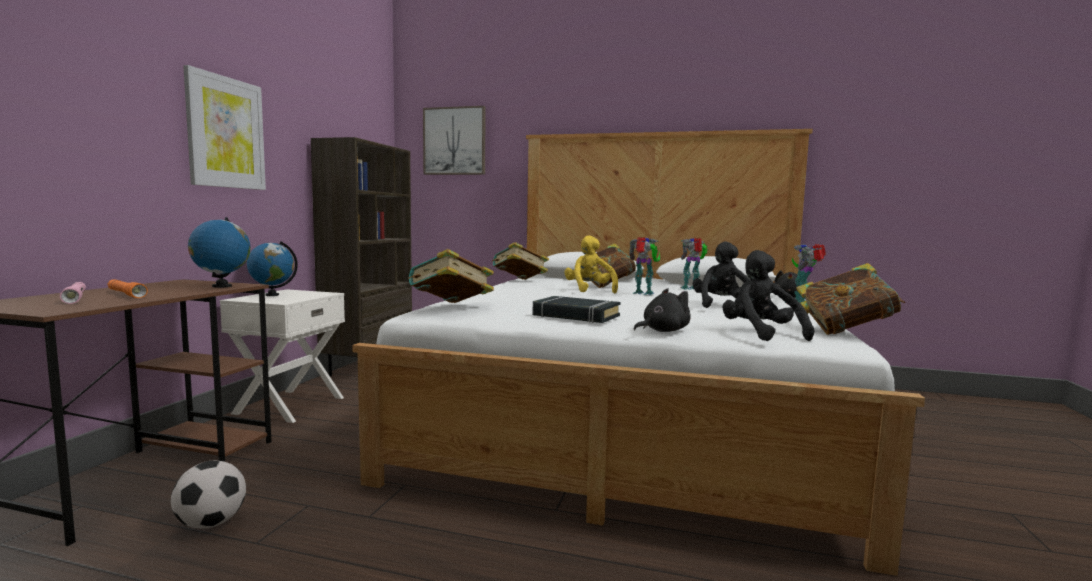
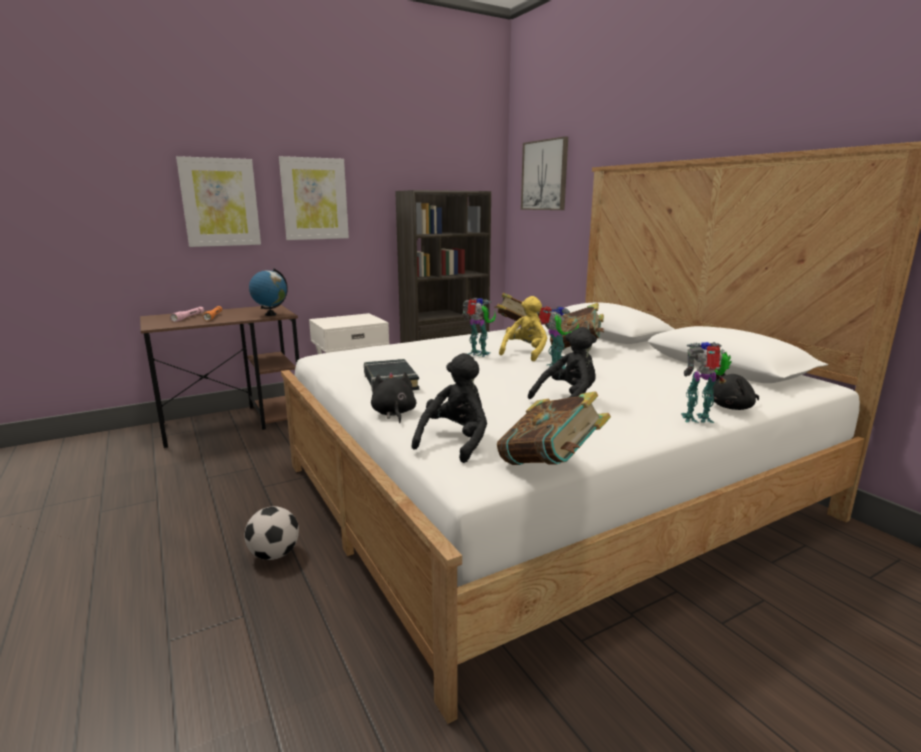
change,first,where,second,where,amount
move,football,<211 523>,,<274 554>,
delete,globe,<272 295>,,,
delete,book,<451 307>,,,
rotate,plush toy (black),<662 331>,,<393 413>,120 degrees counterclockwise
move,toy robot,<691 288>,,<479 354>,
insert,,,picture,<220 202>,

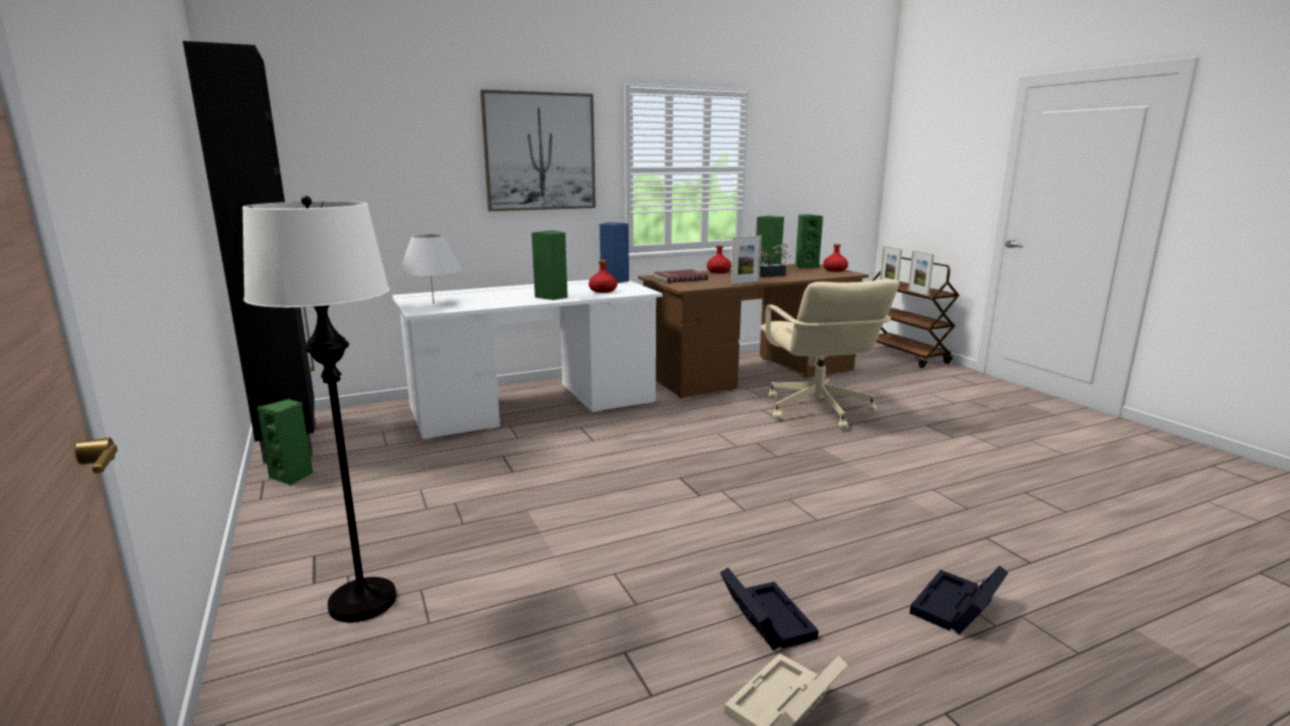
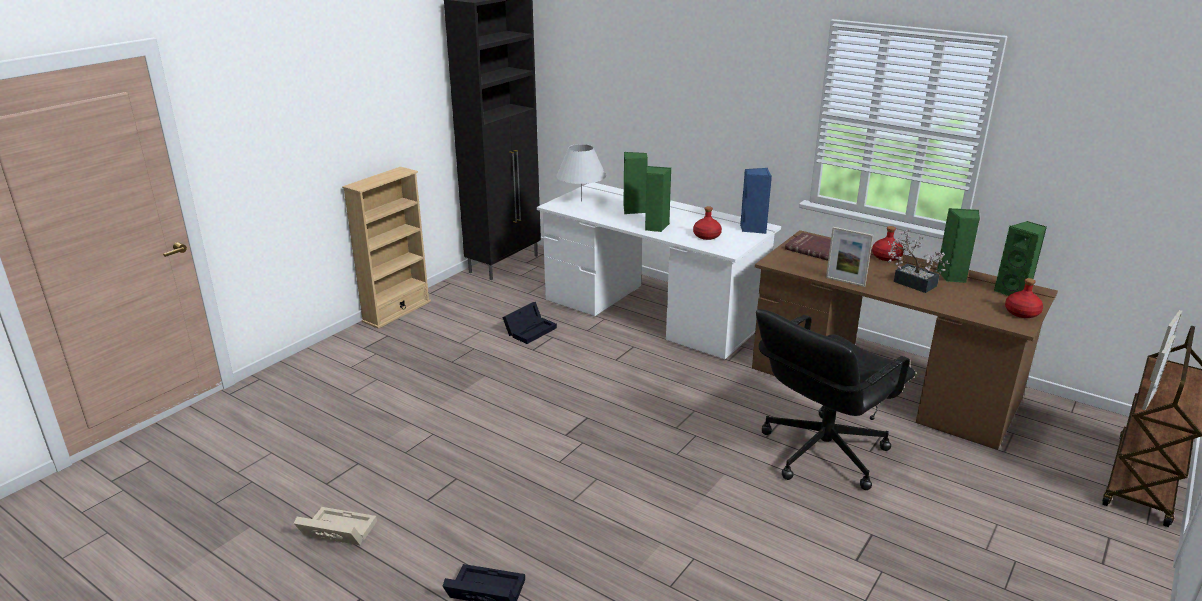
change,first,where,second,where,amount
delete,floor lamp (white),<362 601>,,,
move,speaker (green),<293 476>,,<634 210>,
delete,picture,<540 152>,,,
move,storage box (black),<764 618>,,<530 330>,
recolor,office chair (beige),<817 410>,office chair (black),<821 452>,
insert,,,bookcase (beige),<397 311>,

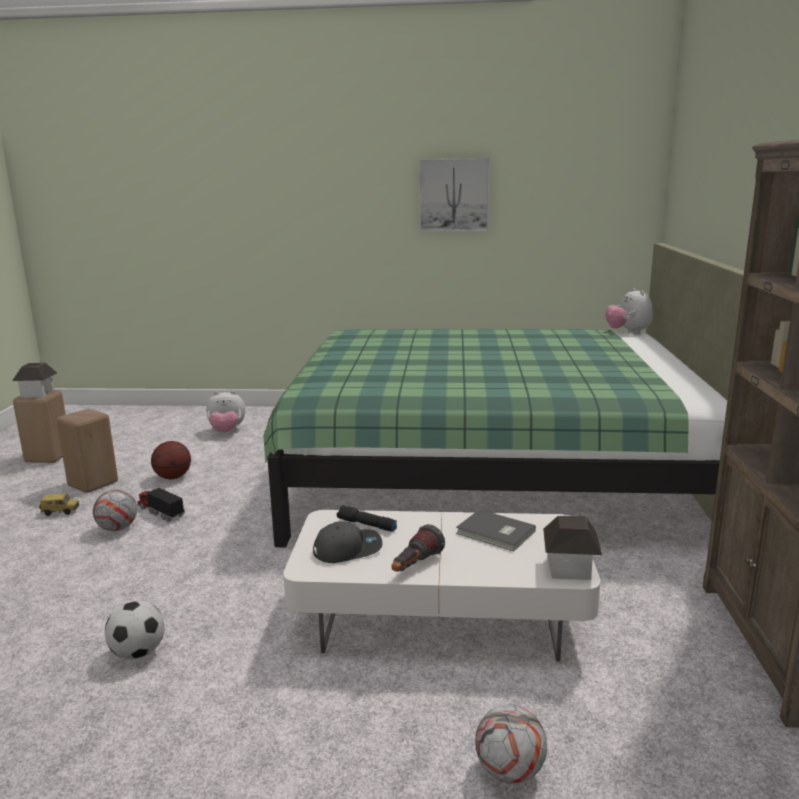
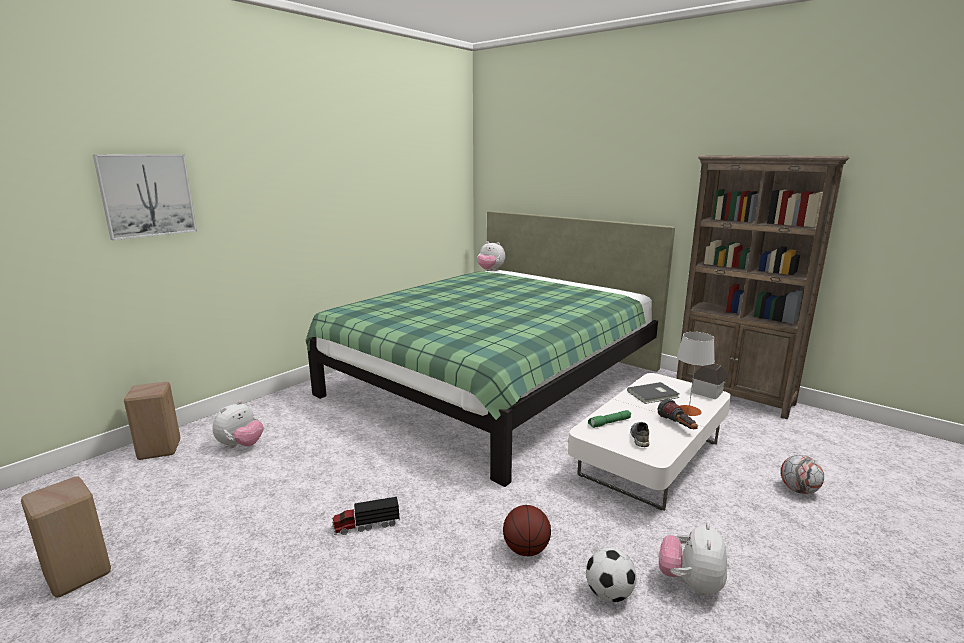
change,first,where,second,where,amount
delete,toy house,<38 393>,,,
delete,toy car,<61 512>,,,
move,stool (beige),<93 483>,,<158 449>,
delete,football,<117 528>,,,
move,basketball,<173 477>,,<526 550>,
replace,cap (grey),<347 549>,shoe (grey),<639 438>,
recolor,flashlight (black),<366 525>,flashlight (green),<609 423>,
move,picture,<454 195>,,<147 195>,
insert,,,plush toy,<690 583>,
insert,,,table lamp (grey),<688 410>,

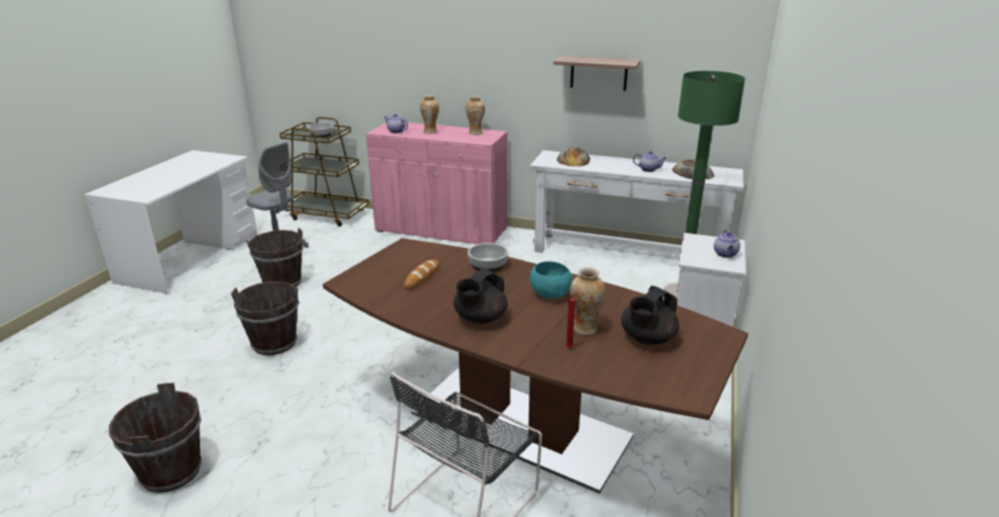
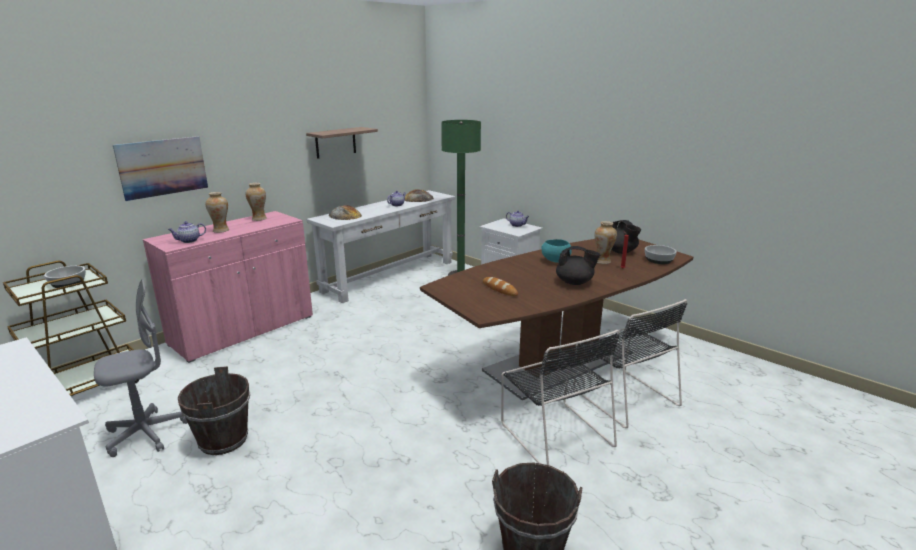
change,first,where,second,where,amount
delete,bucket (brown),<274 343>,,,
rotate,teapot (black),<480 318>,,<575 282>,45 degrees counterclockwise
move,bowl,<488 265>,,<659 260>,
insert,,,picture,<163 167>,
insert,,,chair (black),<554 433>,

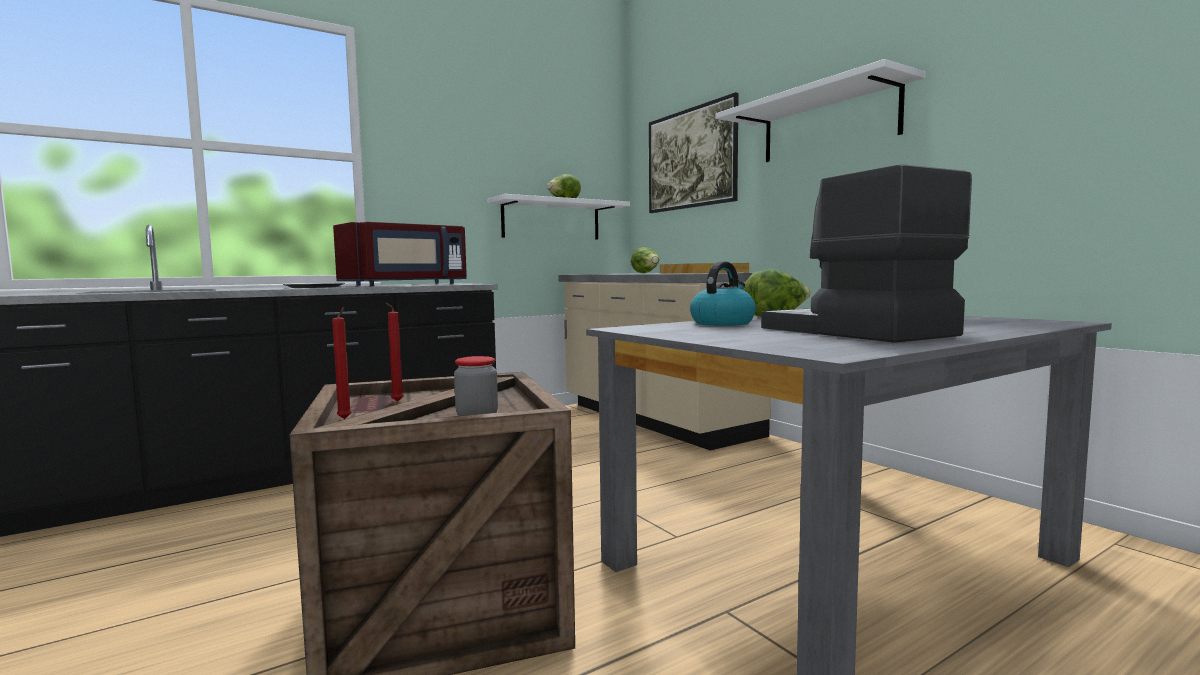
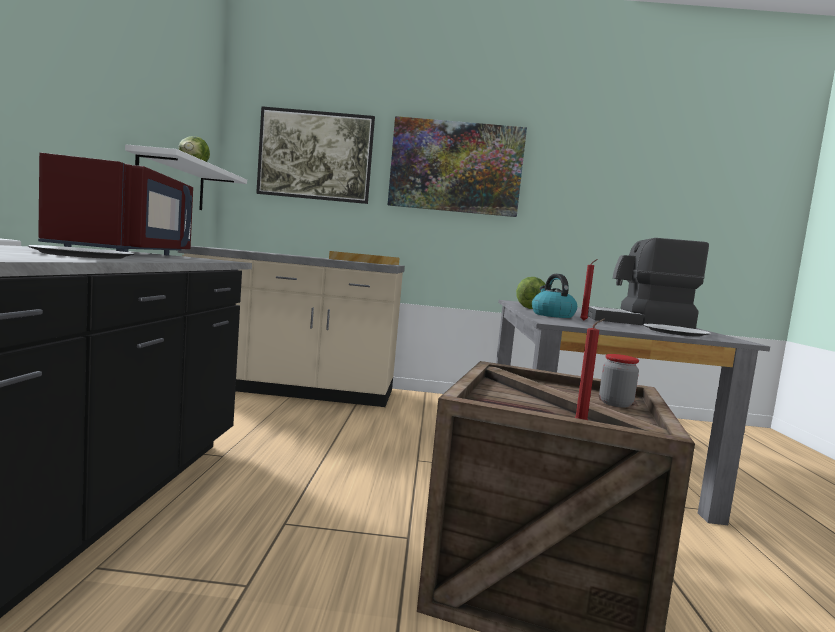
change,first,where,second,where,amount
move,candle (red),<396 402>,,<584 320>,
delete,lettuce,<646 273>,,,
replace,shelf (white),<828 124>,picture,<456 167>,
insert,,,plate,<676 332>,

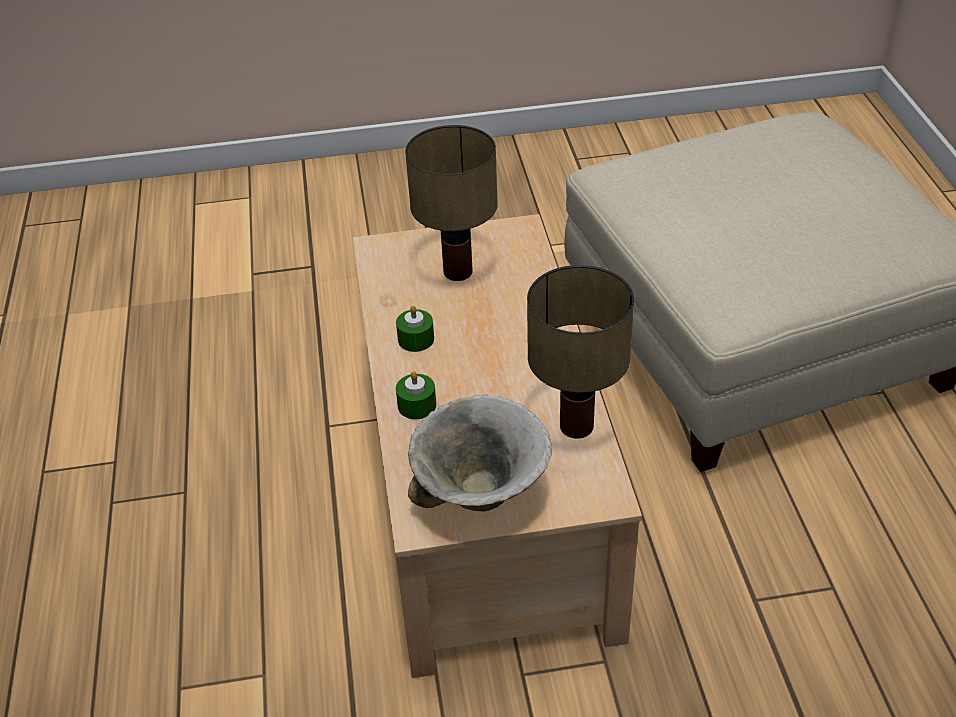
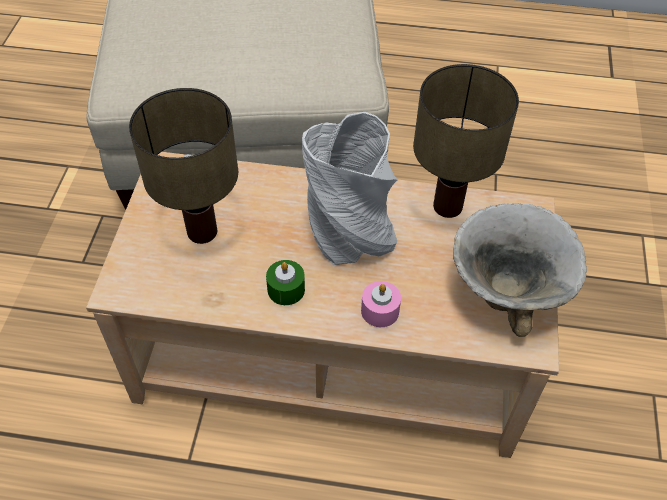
change,first,where,second,where,amount
recolor,candle (green),<417 405>,candle (pink),<380 311>,
insert,,,vase (grey),<349 235>,

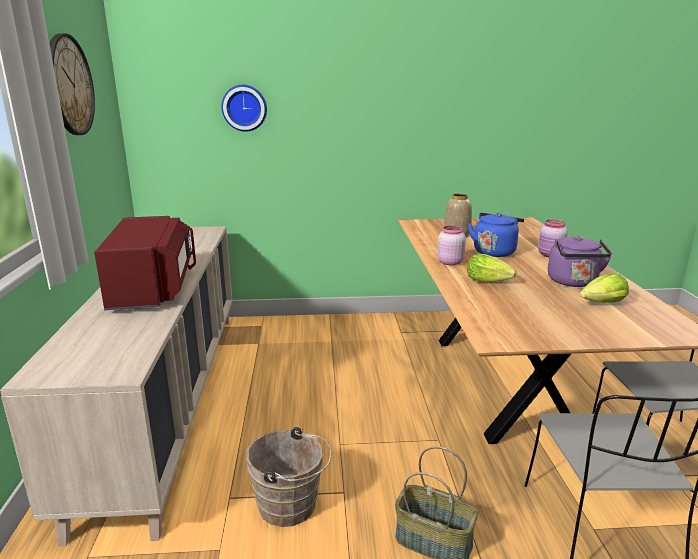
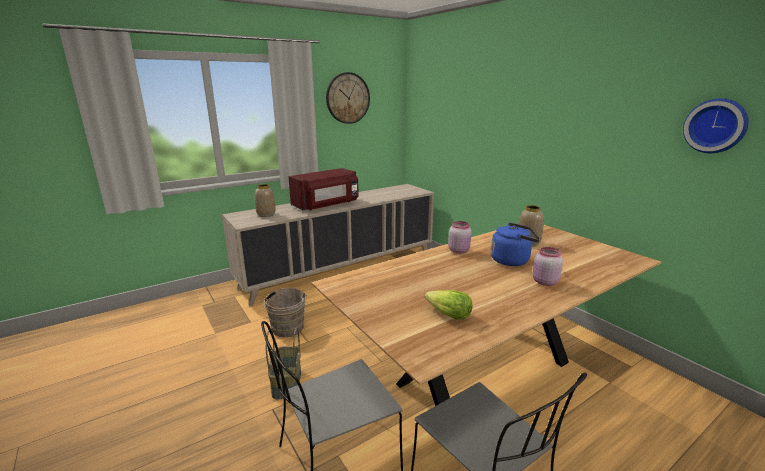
change,first,where,second,where,amount
move,wall clock,<244 108>,,<716 126>,
delete,lettuce,<488 281>,,,
delete,kettle (purple),<573 282>,,,
insert,,,vase,<266 214>,

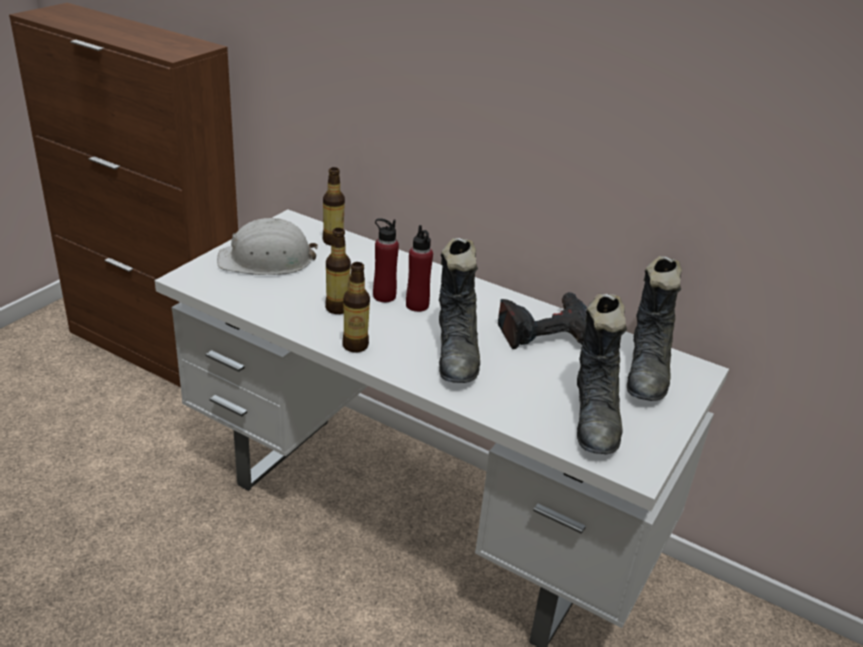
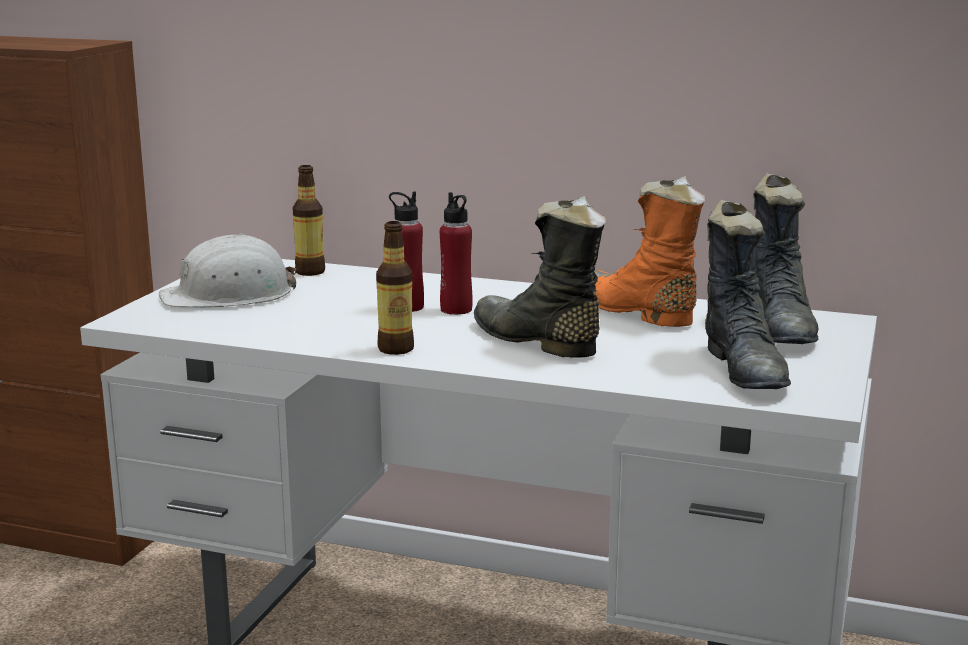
change,first,where,second,where,amount
delete,bottle,<337 308>,,,
rotate,boot (black),<457 354>,,<535 341>,150 degrees clockwise
replace,power drill,<545 331>,boot (orange),<634 312>,

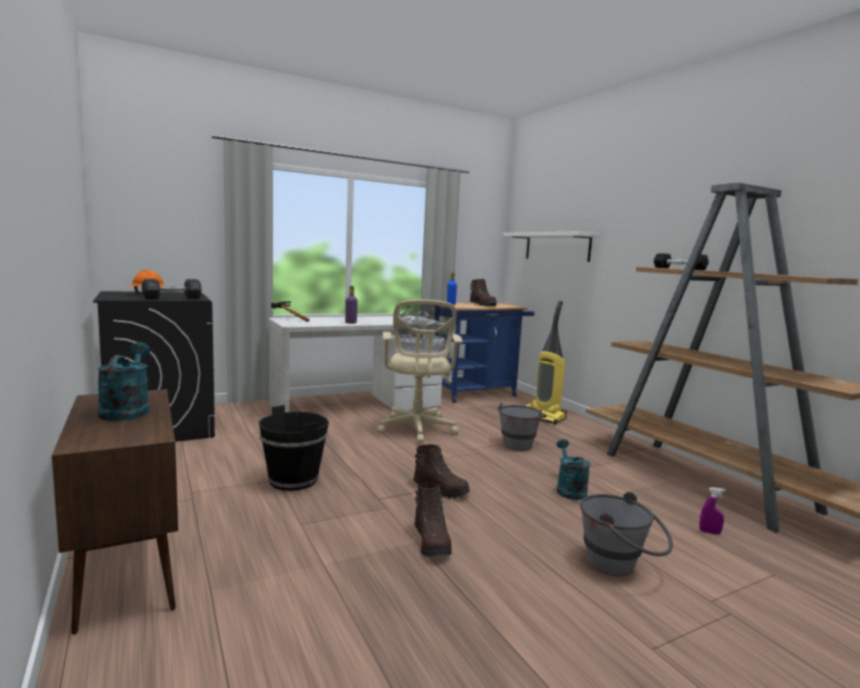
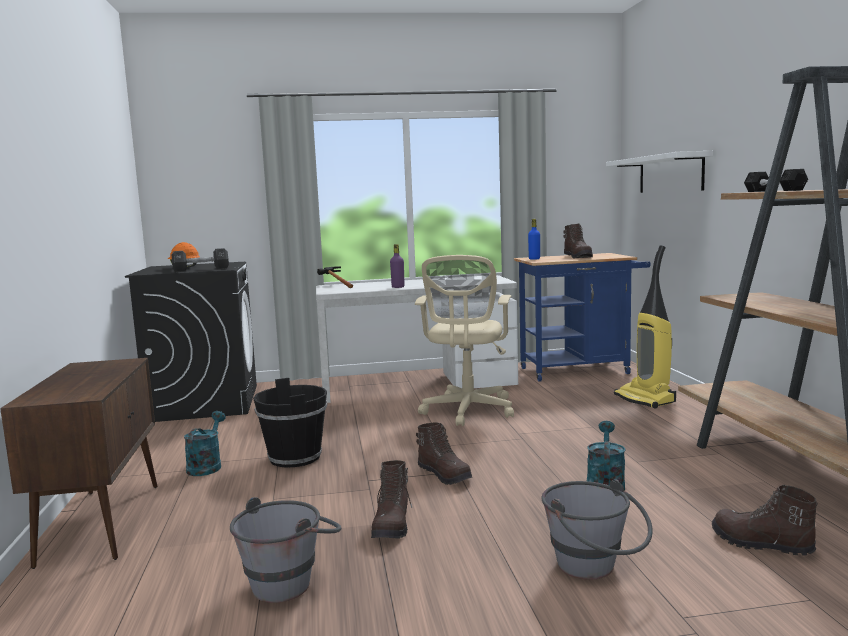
change,first,where,second,where,amount
move,watering can (turquoise),<127 410>,,<206 466>,
move,bucket (grey),<518 443>,,<291 580>,
replace,spray bottle (purple),<709 532>,boot (brown),<761 544>,

